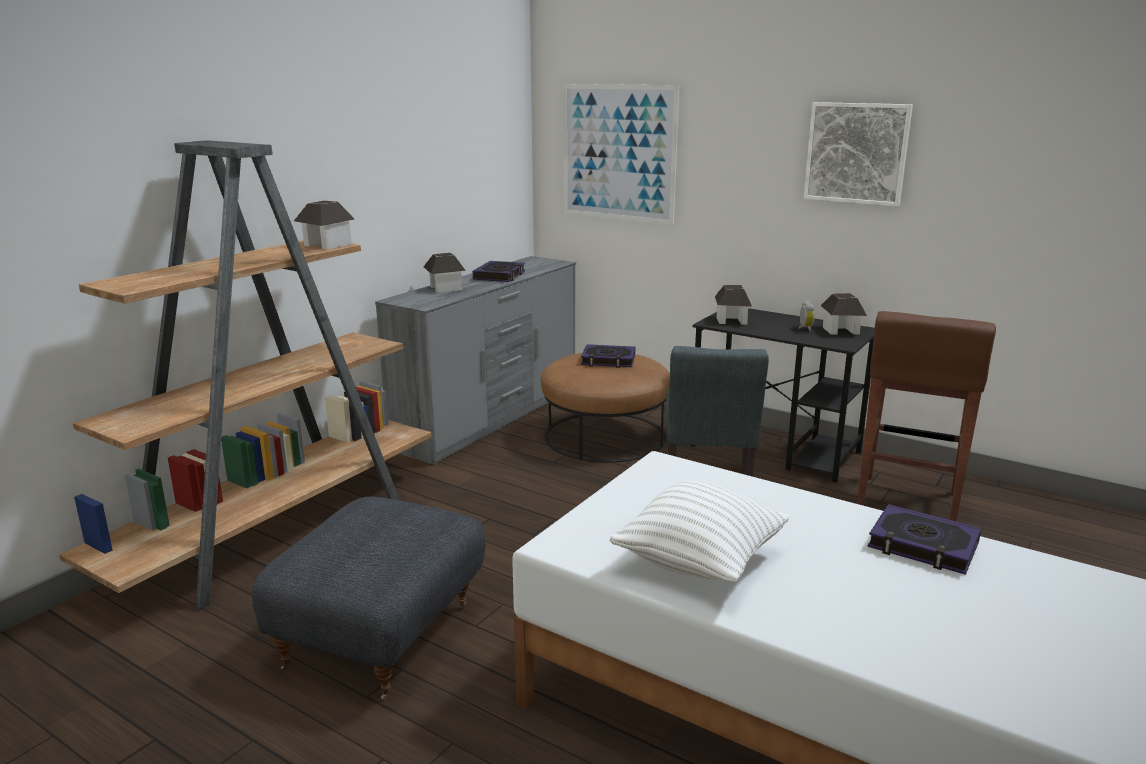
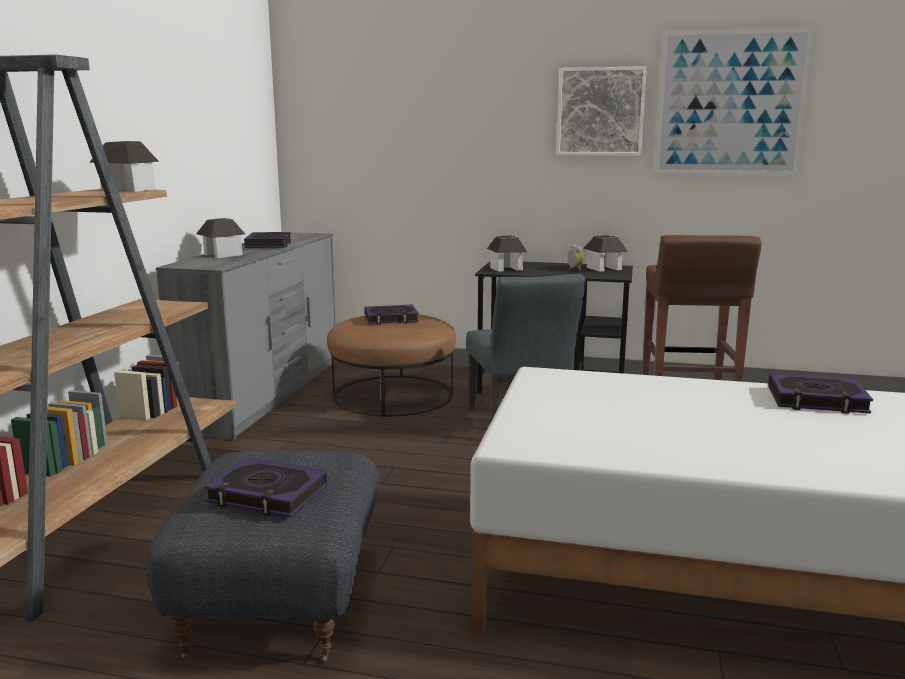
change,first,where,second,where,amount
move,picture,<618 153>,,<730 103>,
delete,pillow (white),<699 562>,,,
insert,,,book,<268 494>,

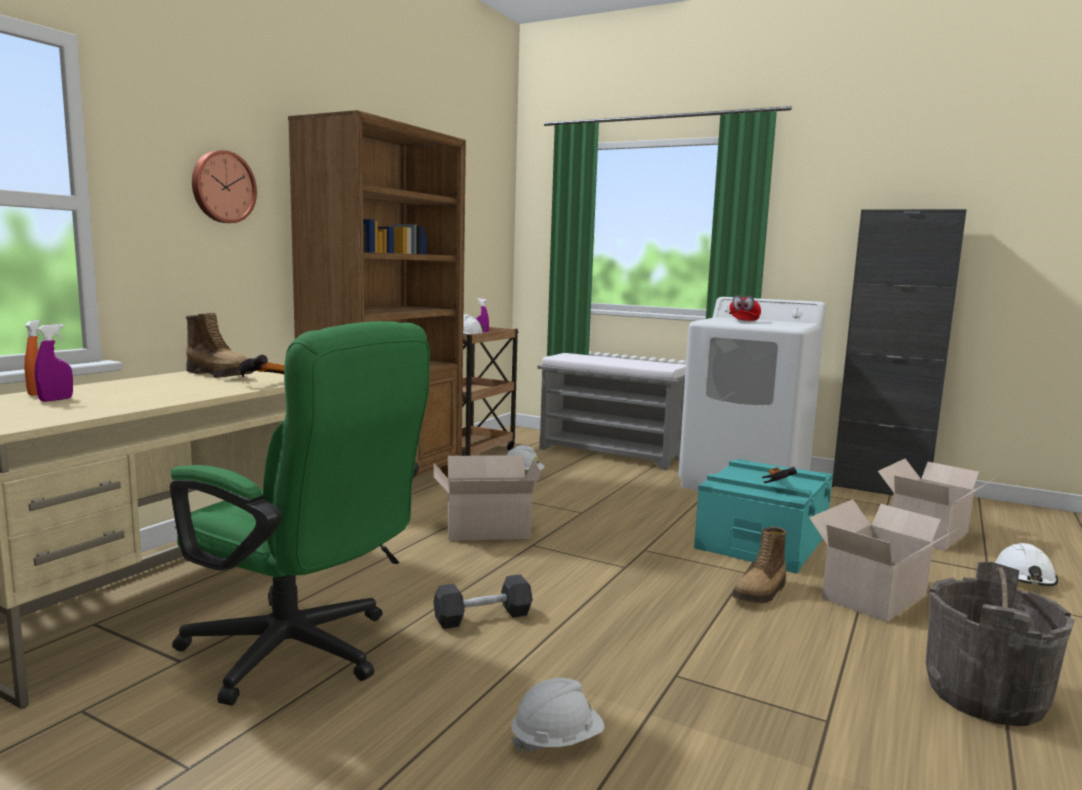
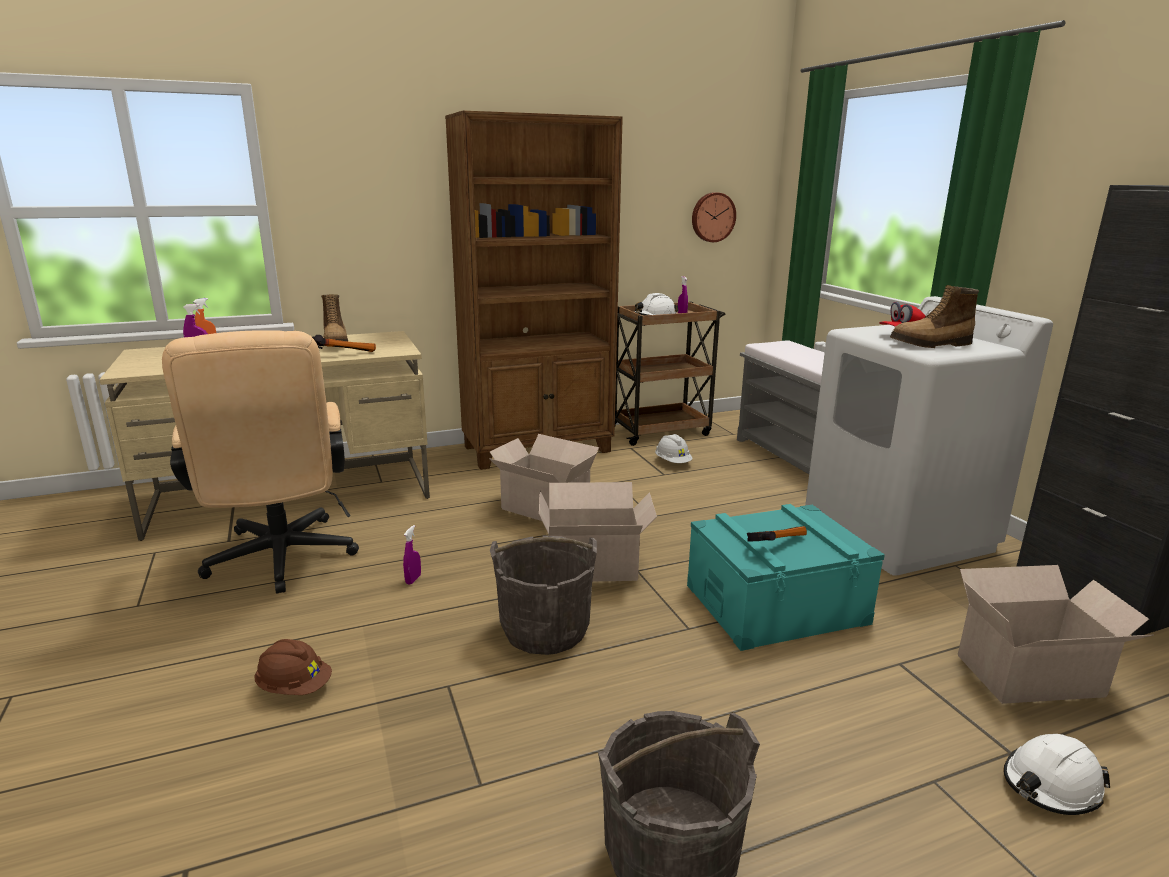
change,first,where,second,where,amount
recolor,office chair (green),<302 654>,office chair (beige),<281 562>,
move,wall clock,<222 187>,,<712 217>,
replace,dumbbell (black),<483 617>,spray bottle (purple),<413 579>,
recolor,hard hat (white),<556 740>,hard hat (brown),<294 687>,
move,boot,<761 593>,,<931 345>,
move,cardboard box,<877 595>,,<595 566>,
insert,,,bucket (grey),<545 629>,

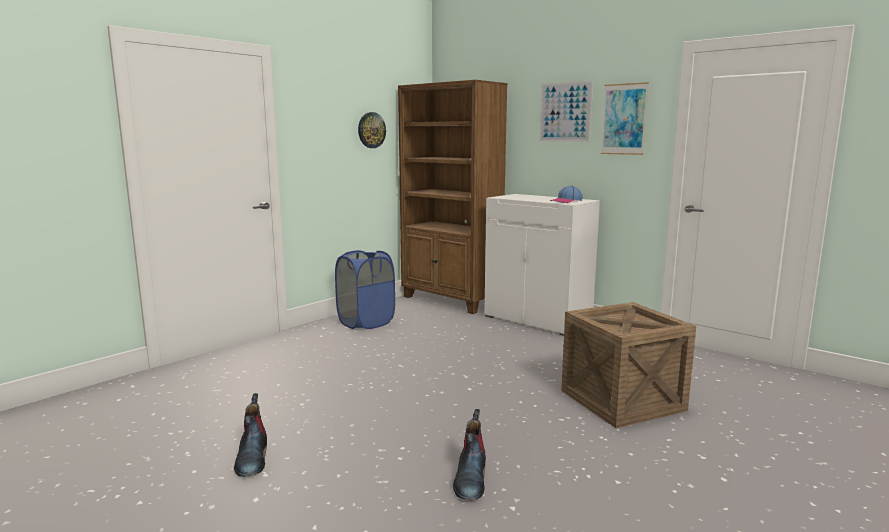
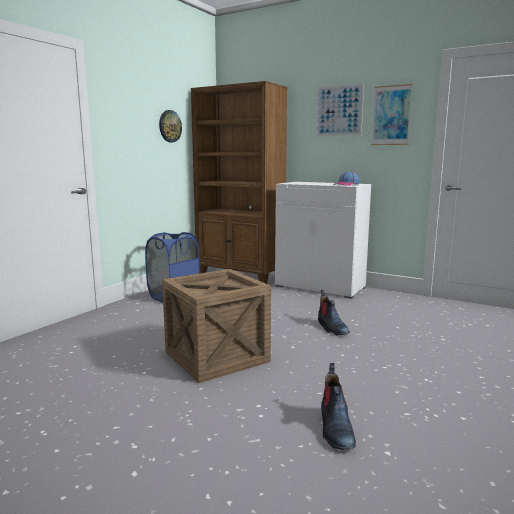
change,first,where,second,where,amount
move,boot,<252 458>,,<331 328>,
move,crate,<622 400>,,<216 356>,

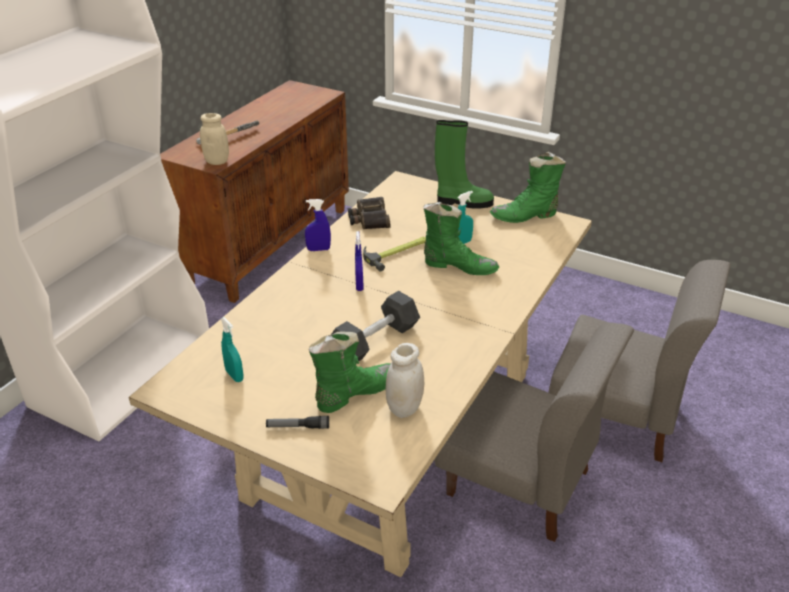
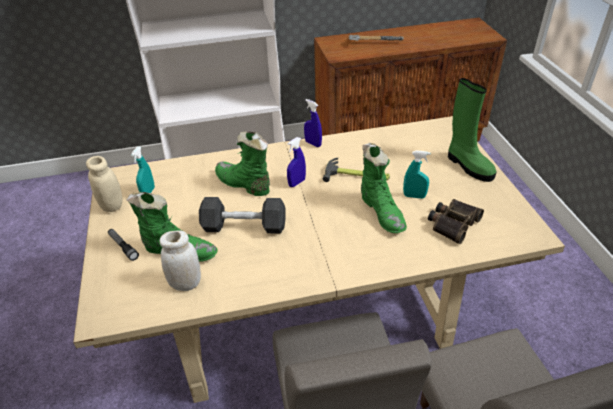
change,first,where,second,where,amount
move,jar (beige),<217 161>,,<112 205>,
move,binoculars,<369 219>,,<452 223>,
move,boot (green),<525 216>,,<243 184>,

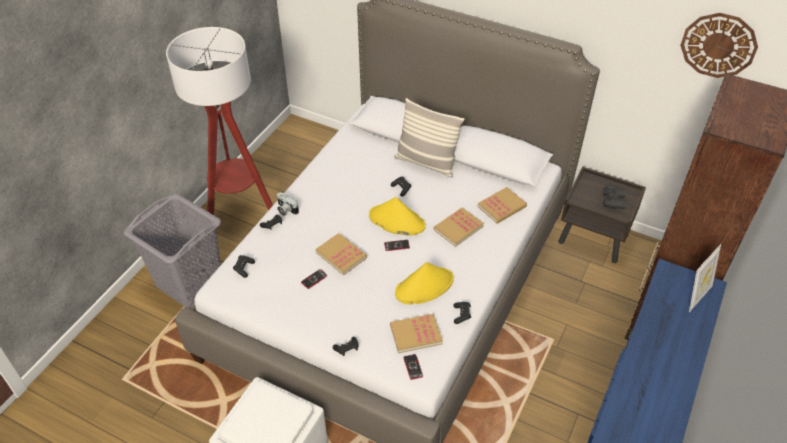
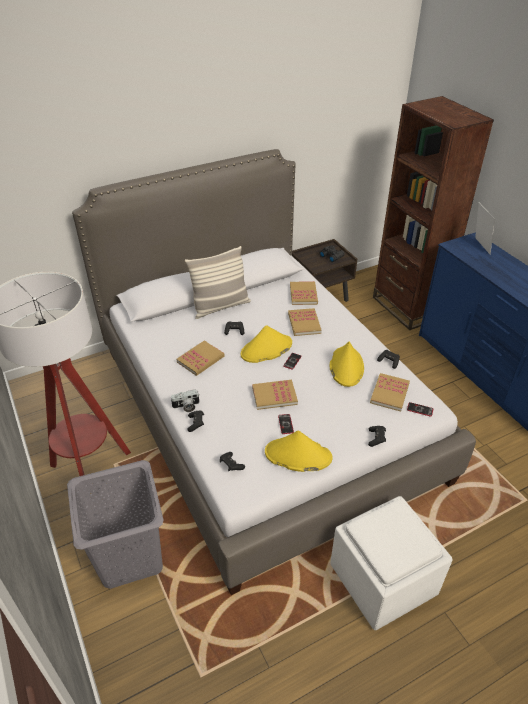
change,first,where,second,where,amount
delete,wall clock,<718 45>,,,
insert,,,book,<200 359>,
insert,,,hat (yellow),<297 455>,

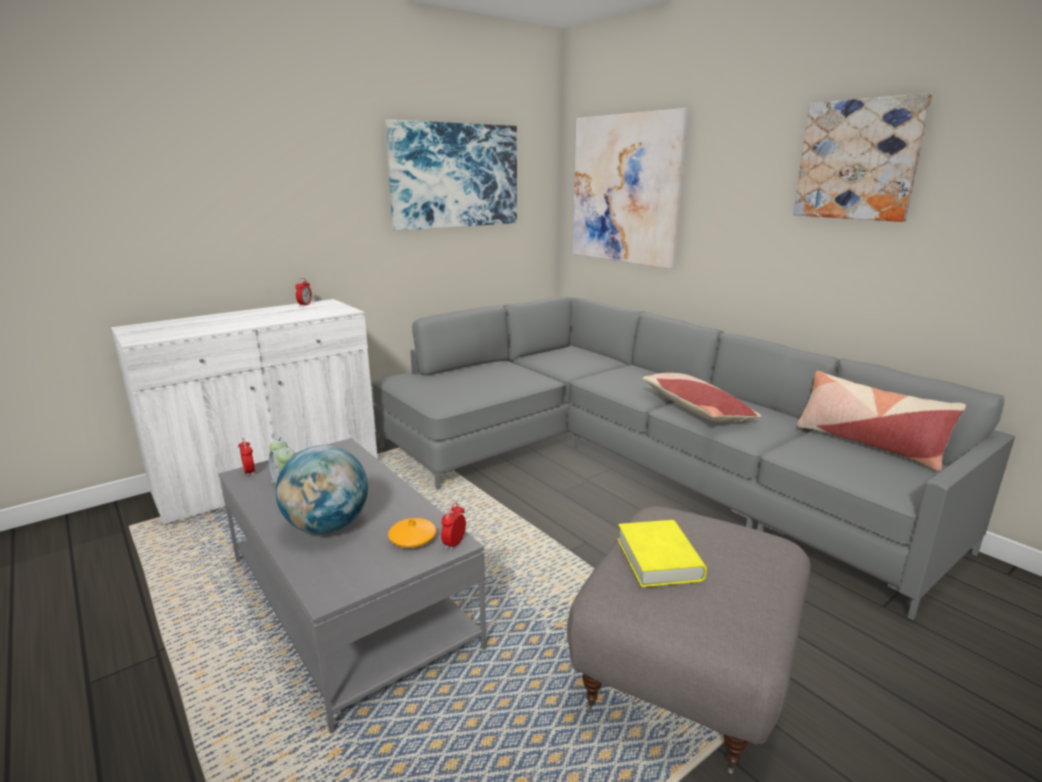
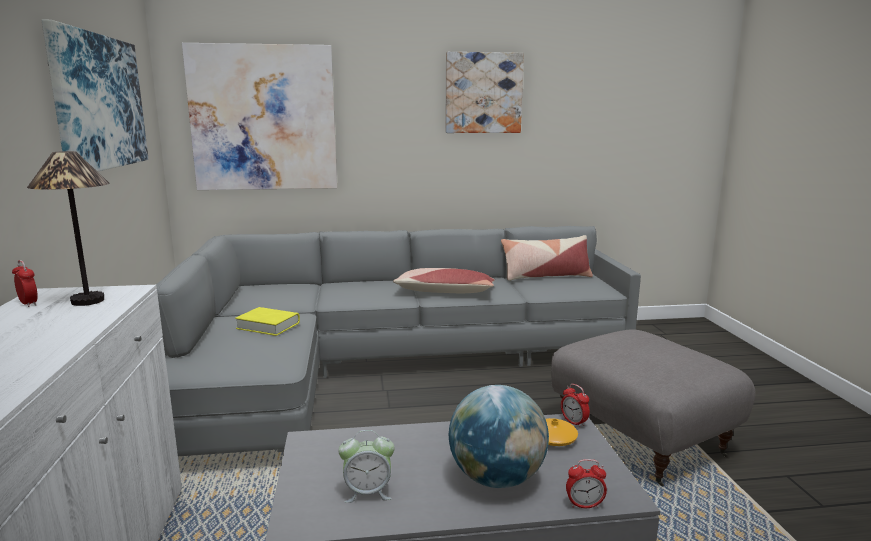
change,first,where,second,where,amount
move,alarm clock,<249 472>,,<584 505>,
move,book (yellow),<659 559>,,<268 326>,
insert,,,table lamp,<87 301>,

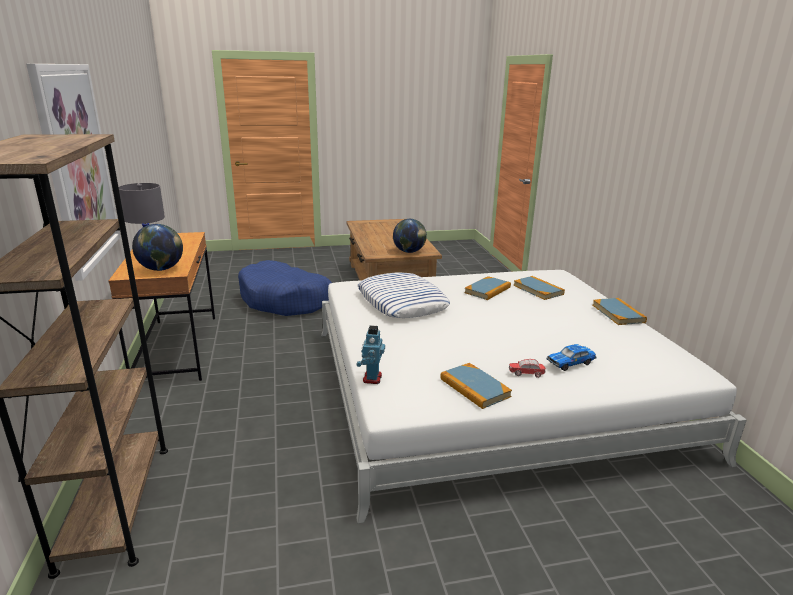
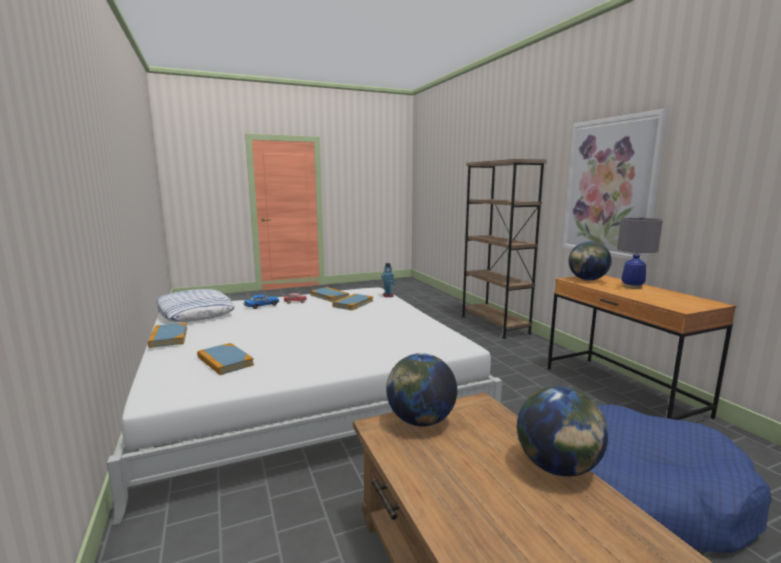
change,first,where,second,where,amount
move,pillow,<402 302>,,<195 312>,
move,book,<487 290>,,<353 304>,
insert,,,globe,<557 468>,

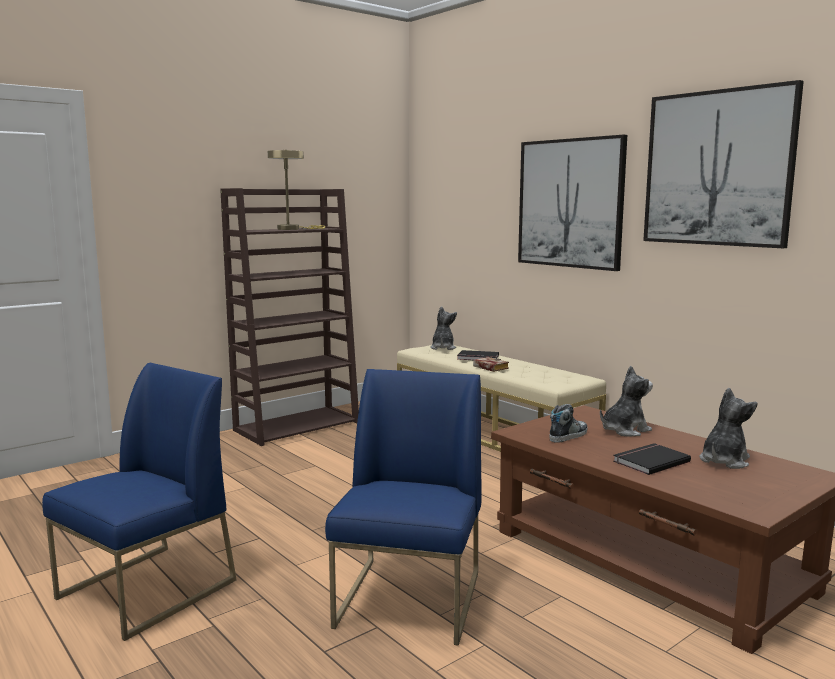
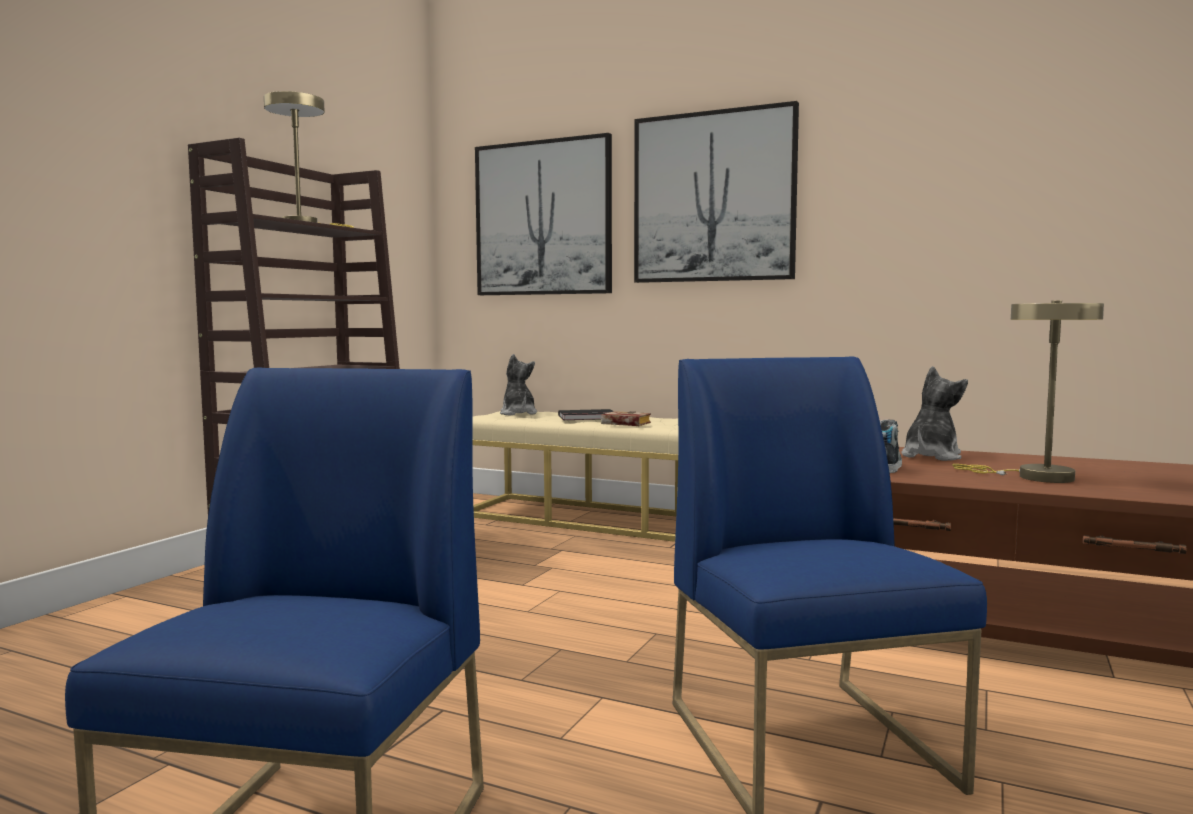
change,first,where,second,where,amount
replace,book (black),<649 461>,table lamp (beige),<1035 477>,
move,picture,<717 168>,,<543 218>,
delete,plush toy,<724 461>,,,

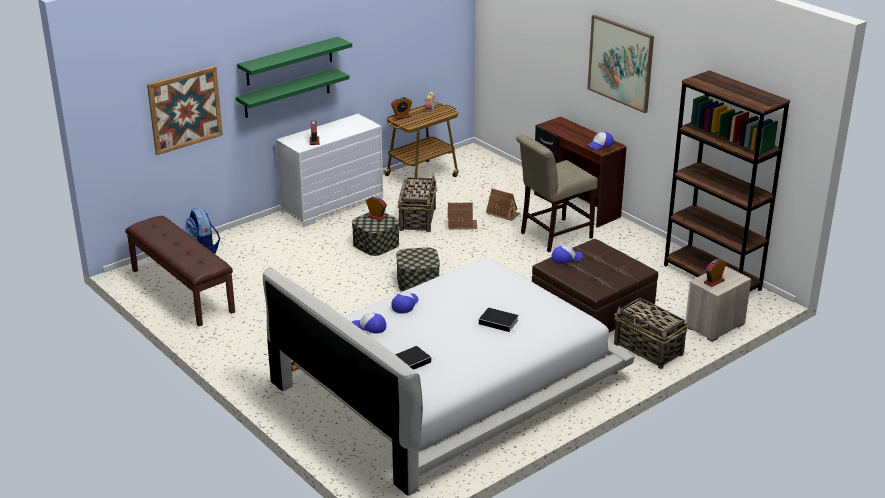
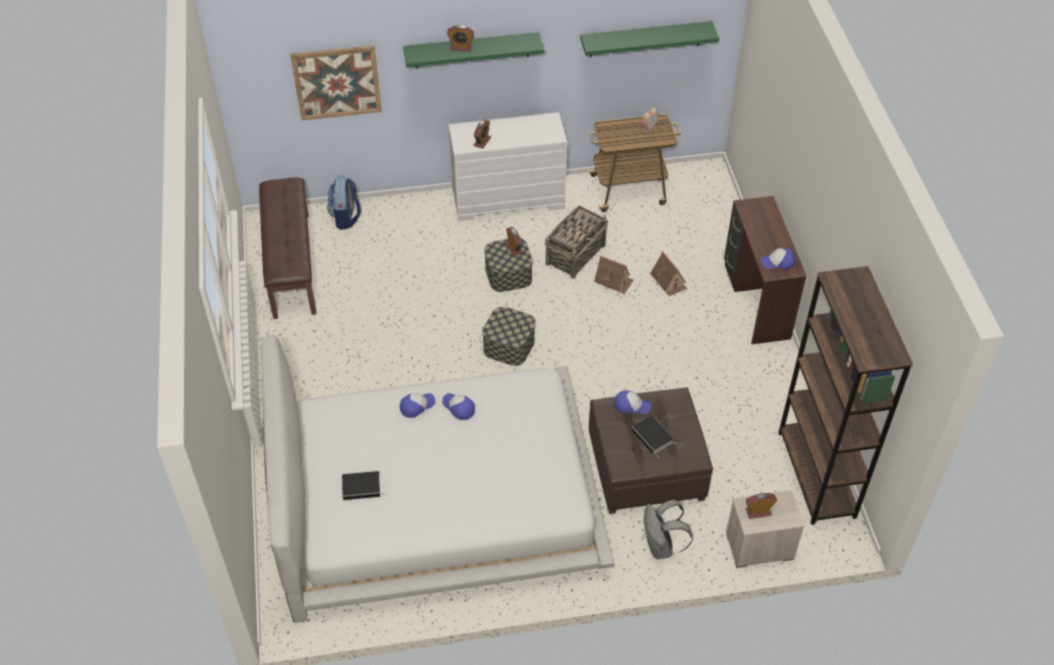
change,first,where,second,where,amount
move,shelf (green),<287 93>,,<645 39>,
move,cap,<369 327>,,<458 407>,
move,alarm clock,<401 116>,,<461 47>,
move,book,<499 322>,,<653 437>,
delete,chair (beige),<552 236>,,,
delete,picture,<620 63>,,,
replace,basket,<649 349>,backpack (grey),<661 547>,

